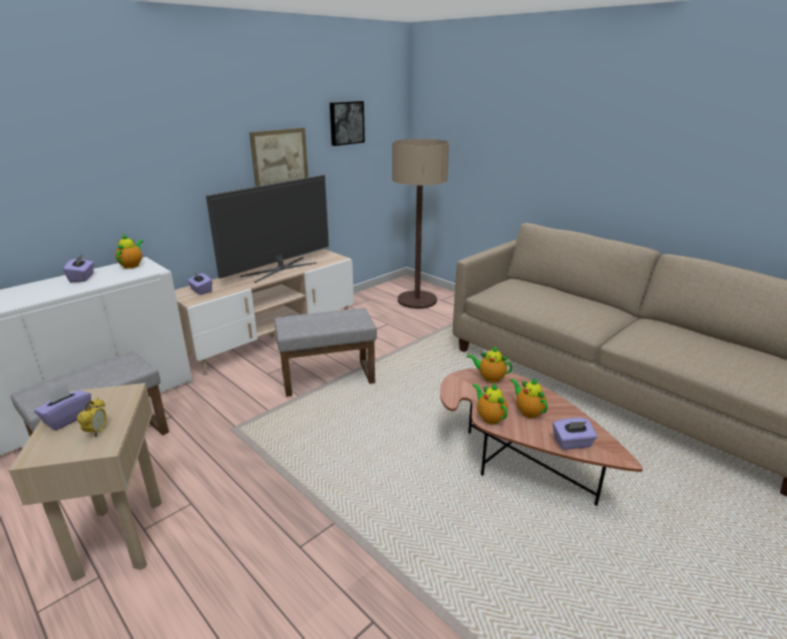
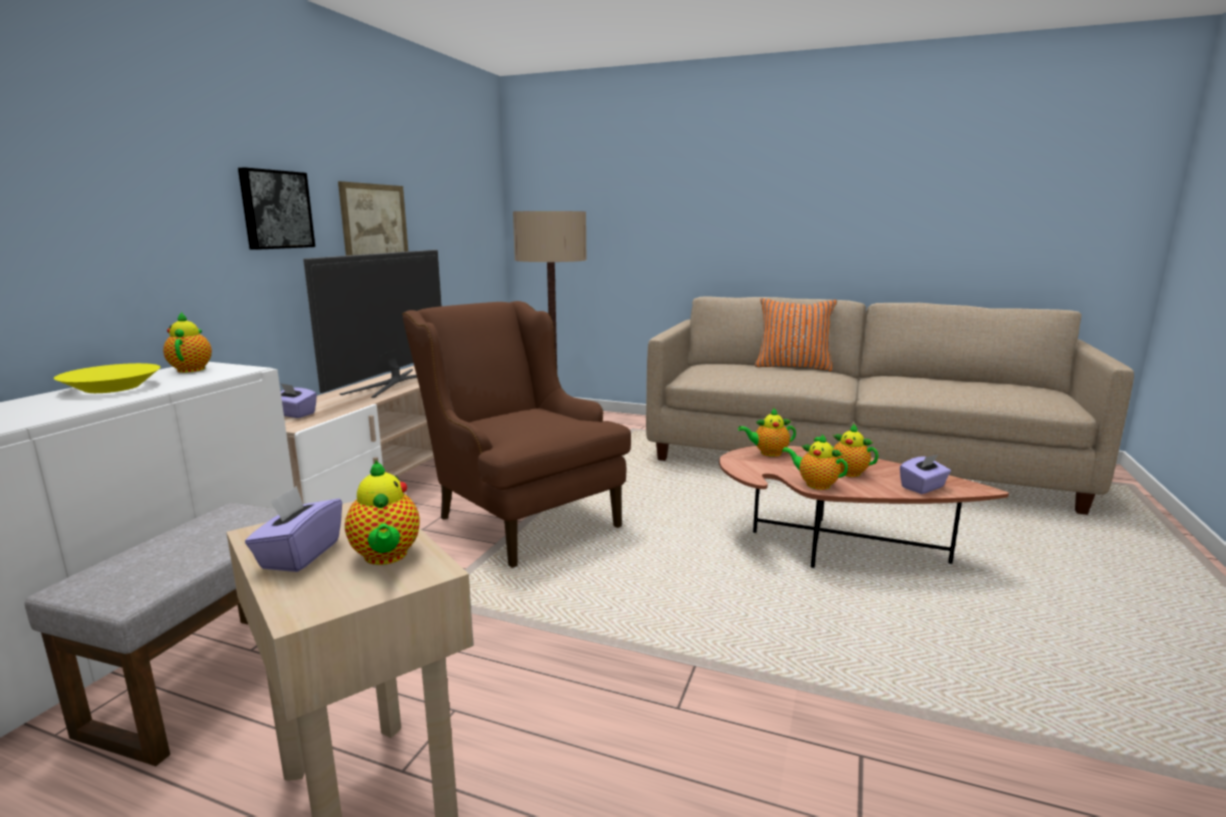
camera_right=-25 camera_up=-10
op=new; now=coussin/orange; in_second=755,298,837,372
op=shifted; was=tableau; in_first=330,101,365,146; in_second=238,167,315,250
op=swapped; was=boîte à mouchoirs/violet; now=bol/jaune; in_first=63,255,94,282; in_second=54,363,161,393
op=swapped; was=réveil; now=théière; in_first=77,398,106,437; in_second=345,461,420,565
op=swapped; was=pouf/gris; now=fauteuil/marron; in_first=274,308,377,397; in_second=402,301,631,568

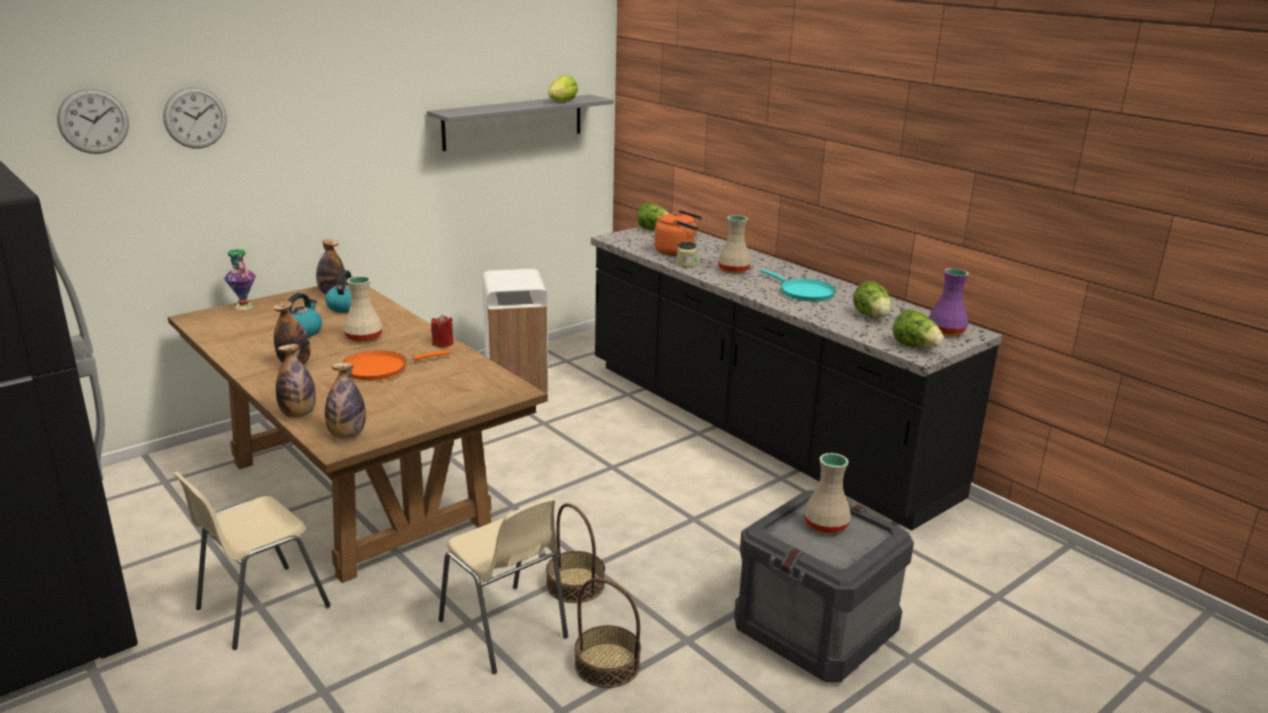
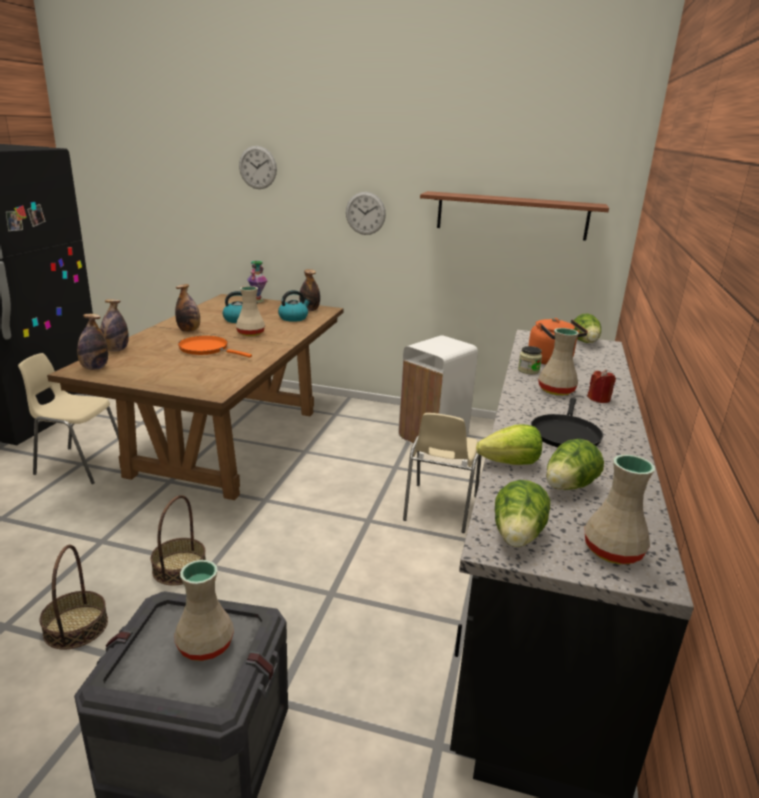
camera_right=55 camera_up=0
op=shifted; was=horloge murale; in_first=57,88,129,154; in_second=346,192,386,235
op=shifted; was=bougie/rouge; in_first=431,314,453,347; in_second=587,370,616,403
op=shifted; was=chaise/beige; in_first=438,498,568,674; in_second=403,413,481,533
op=shifted; was=laitue; in_first=548,75,578,102; in_second=476,425,542,465
op=repainted; was=étagère/gris; now=étagère/marron; in_first=427,95,614,151; in_second=420,191,609,241
op=repainted; was=poêle/turquoise; now=poêle/noir; in_first=761,269,836,302; in_second=531,398,603,447
op=repainted; was=vase/violet; now=vase/beige; in_first=928,268,969,336; in_second=585,454,655,564

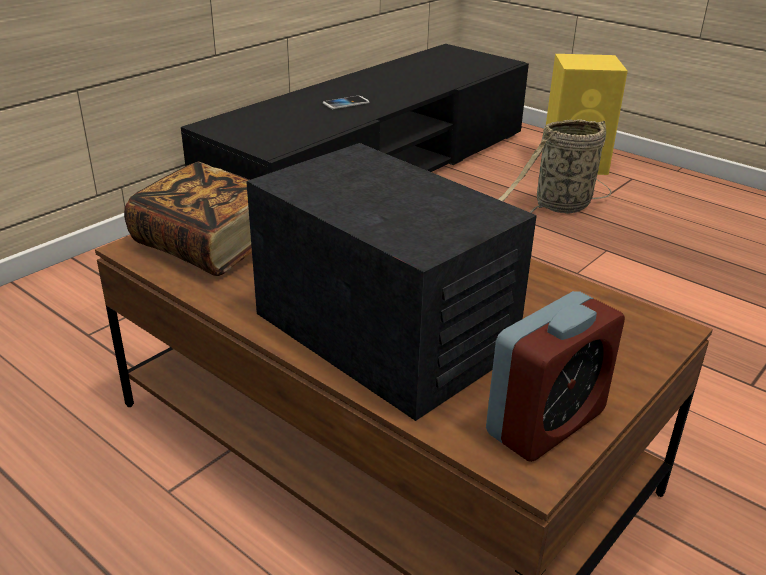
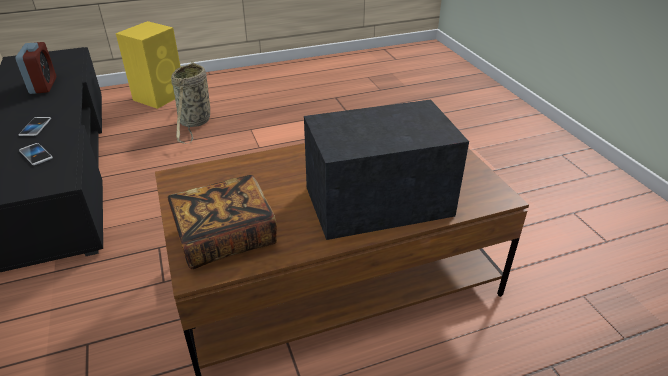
camera_right=-60 camera_up=5
op=new; now=téléphone; in_second=19,143,53,165
op=shifted; was=réveil; in_first=486,291,625,462; in_second=16,42,56,94

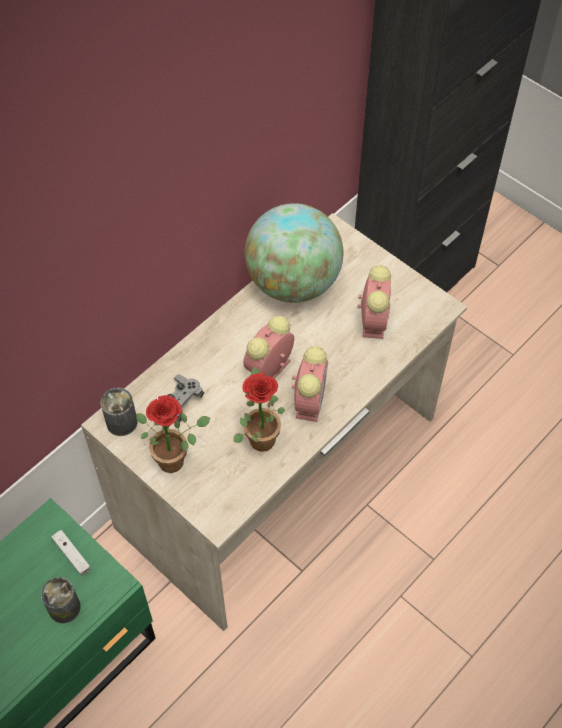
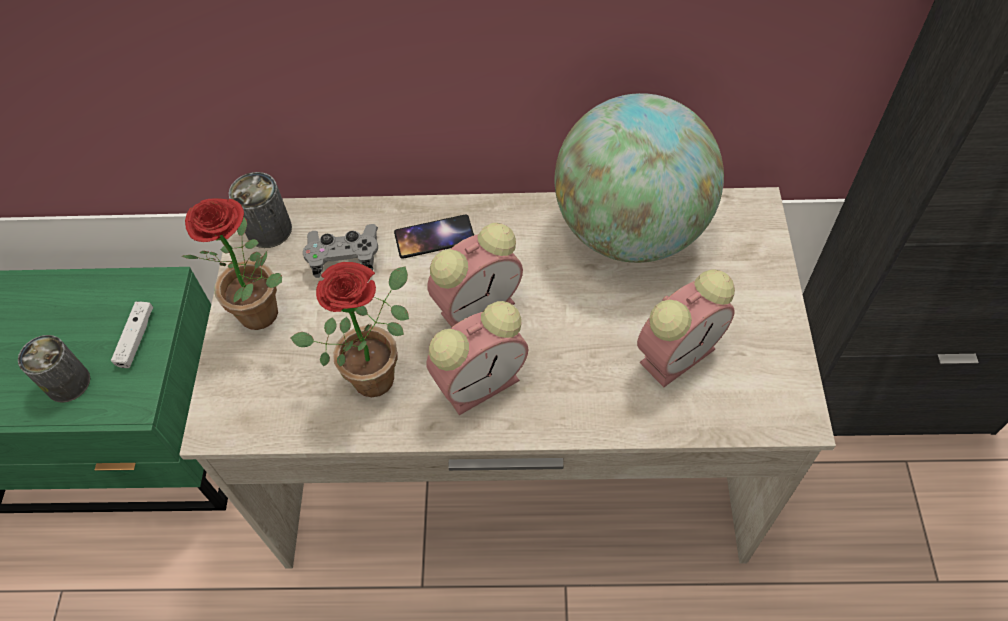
camera_right=50 camera_up=0
op=new; now=téléphone; in_second=394,214,474,259
op=rotated; was=réveil; in_first=243,316,294,379; in_second=427,223,523,327; clockwise=150

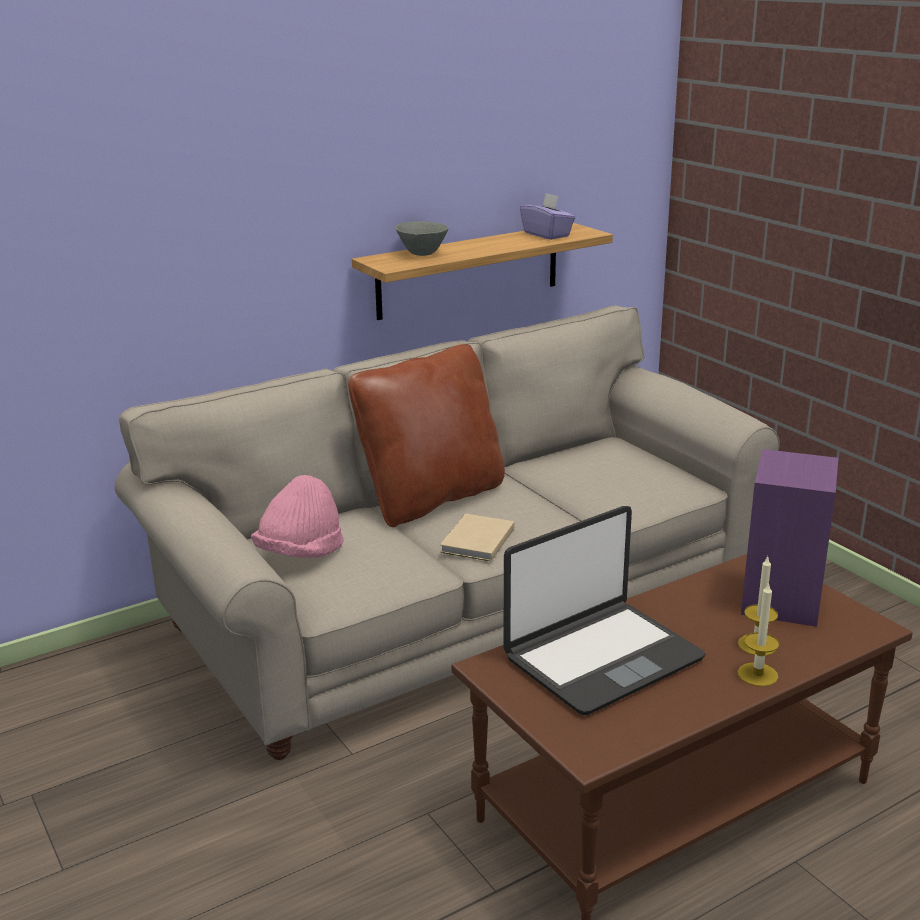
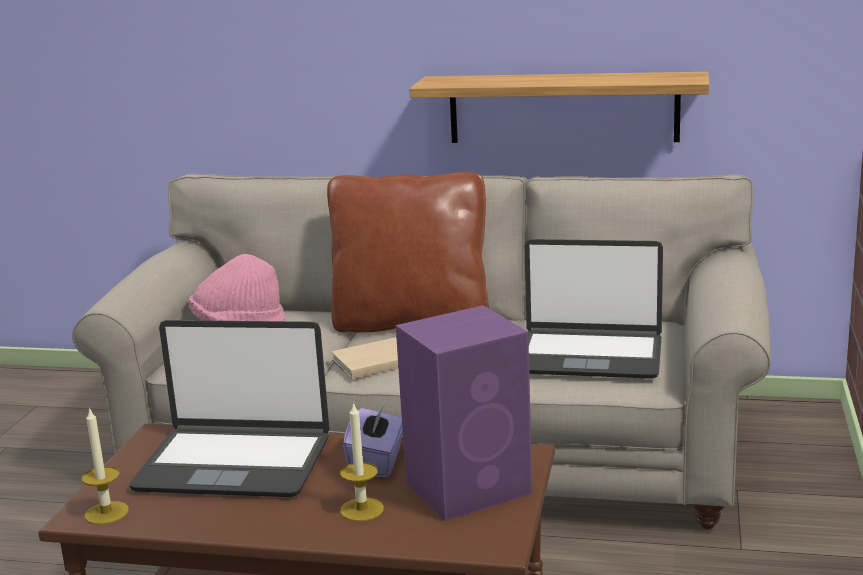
camera_right=45 camera_up=-5
op=gone; was=bol/gris; in_first=395,221,449,256
op=new; now=ordinateur portable; in_second=525,239,663,379
op=shifted; was=boîte à mouchoirs/violet; in_first=520,193,575,240; in_second=343,401,403,477
op=shifted; was=bougie; in_first=738,582,779,687; in_second=82,407,129,525

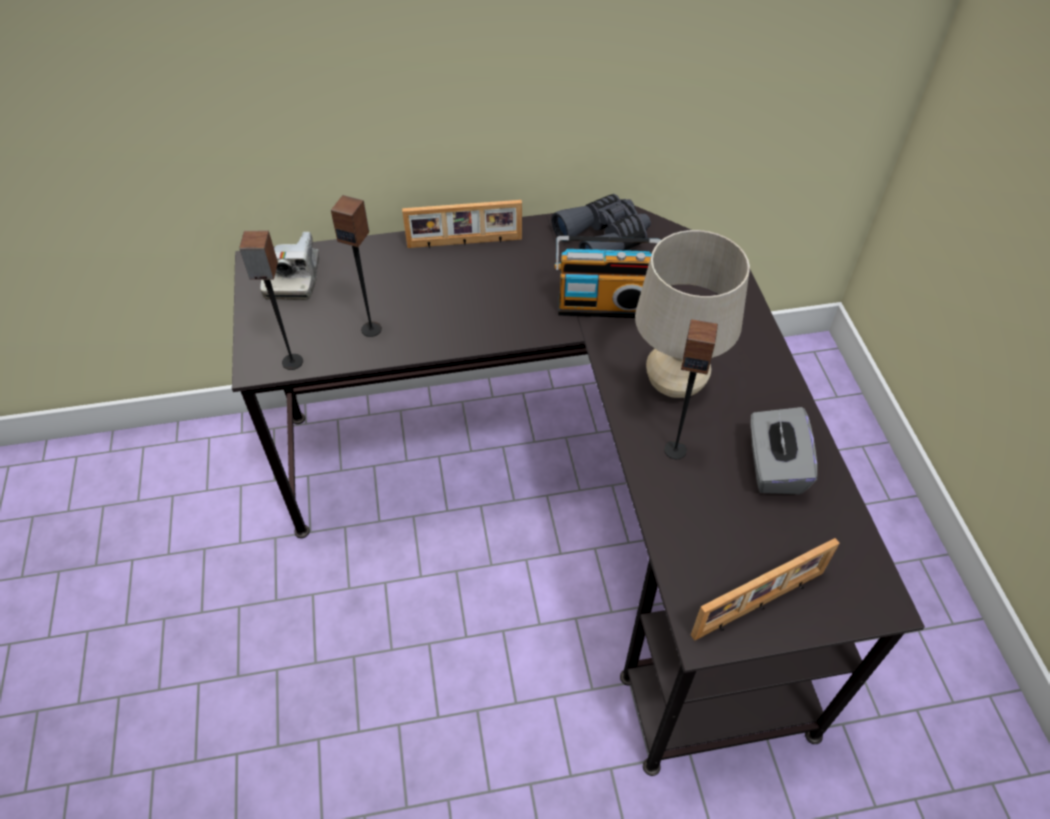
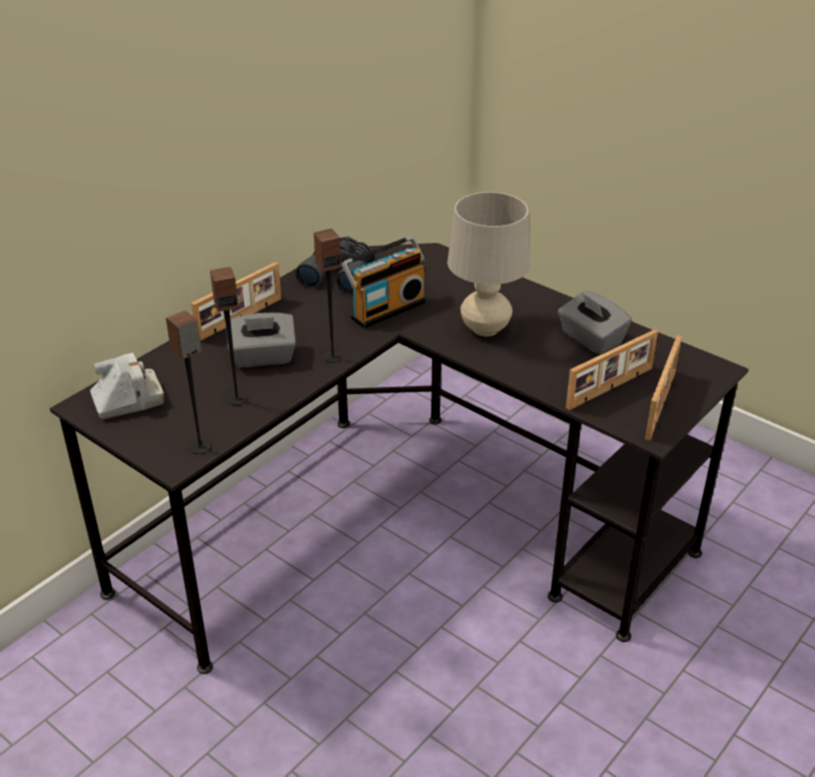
camera_right=-40 camera_up=-15
op=new; now=boîte à mouchoirs/gris; in_second=226,313,296,367
op=new; now=cadre photo; in_second=566,329,658,410
op=shifted; was=enceinte; in_first=664,319,718,459; in_second=314,229,342,363
op=rotated; was=appareil photo; in_first=260,232,319,300; in_second=90,353,164,419; clockwise=-75

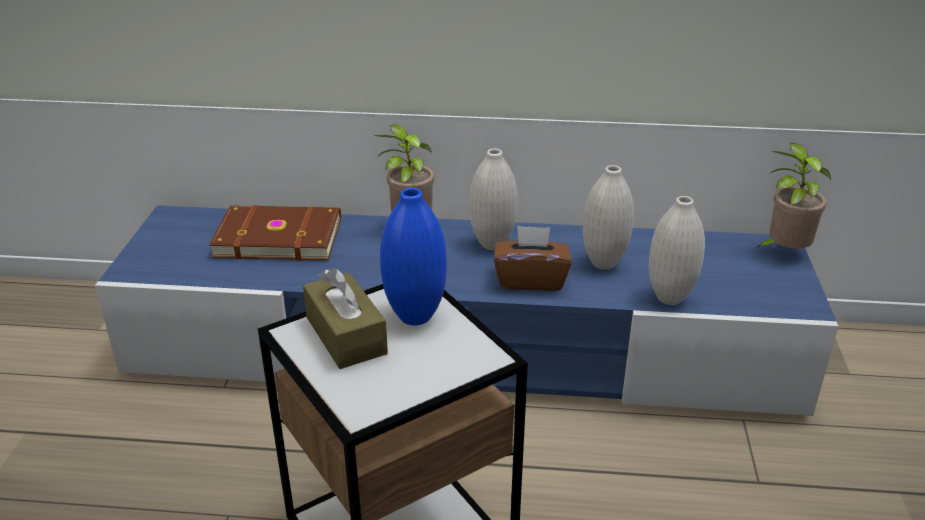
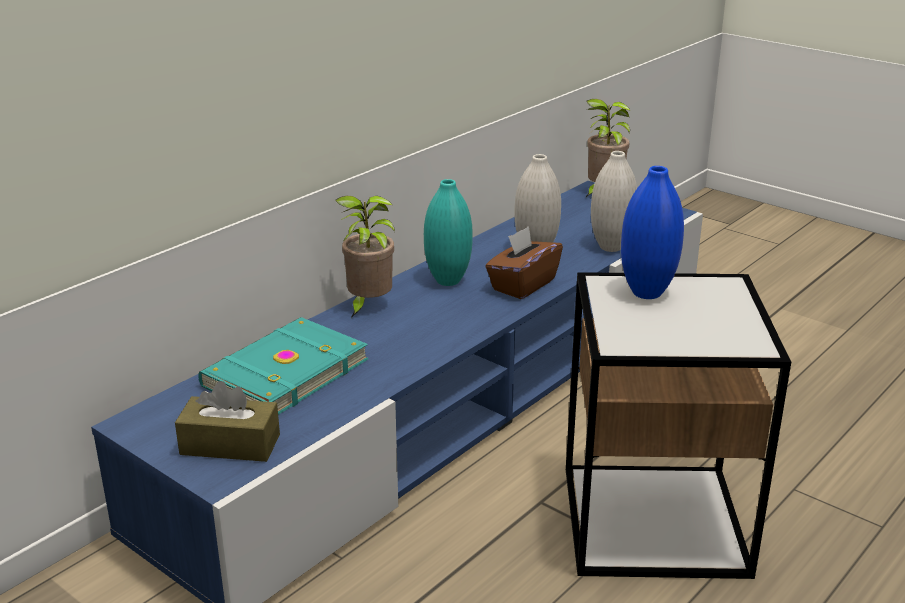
camera_right=-55 camera_up=-5
op=shifted; was=boîte à mouchoirs/marron; in_first=303,268,388,369; in_second=175,381,280,462
op=repainted; was=livre/marron; now=livre/turquoise; in_first=209,205,341,261; in_second=198,317,368,415
op=repainted; was=vase/blanc; now=vase/turquoise; in_first=469,148,518,250; in_second=424,179,473,286

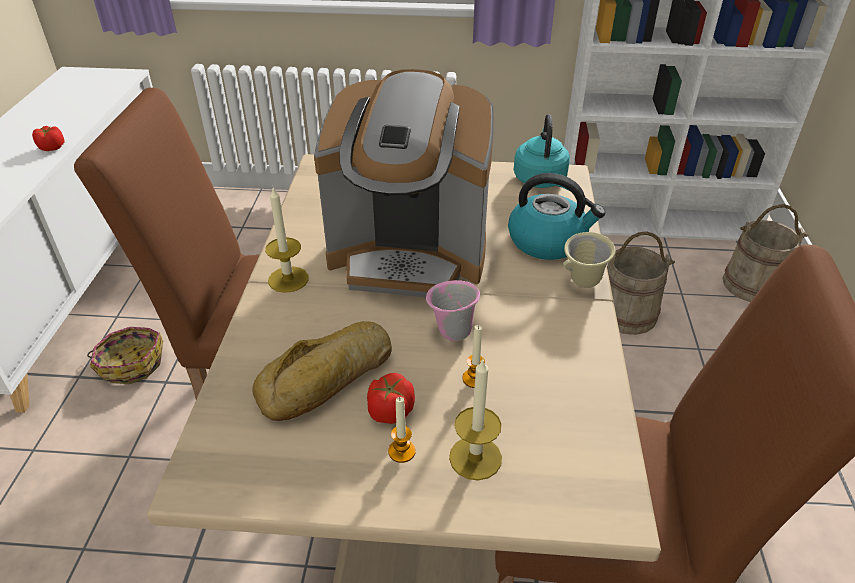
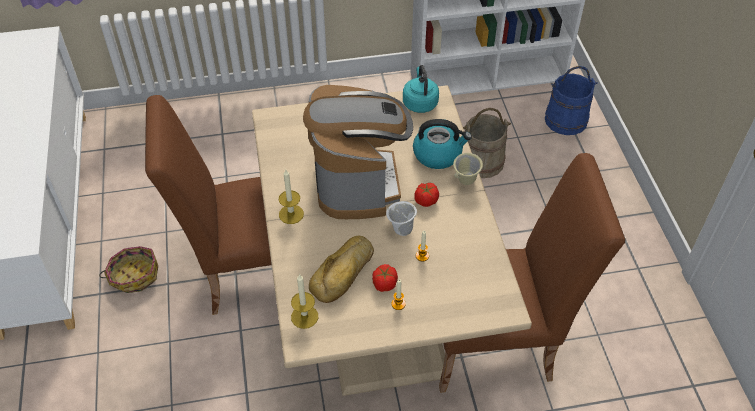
camera_right=-15 camera_up=10
op=shifted; was=tomate; in_first=32,126,64,151; in_second=414,183,439,207
op=shifted; was=bougie; in_first=449,358,502,480; in_second=291,274,318,329
op=repainted; was=mug/rose; now=mug/blanc; in_first=426,280,480,341; in_second=386,201,417,236
op=repainted; was=seau/beige; now=seau/bleu; in_first=722,204,809,302; in_second=545,66,598,135
op=rotated; was=machine à café; in_first=314,69,494,297; in_second=303,85,413,219; clockwise=-90

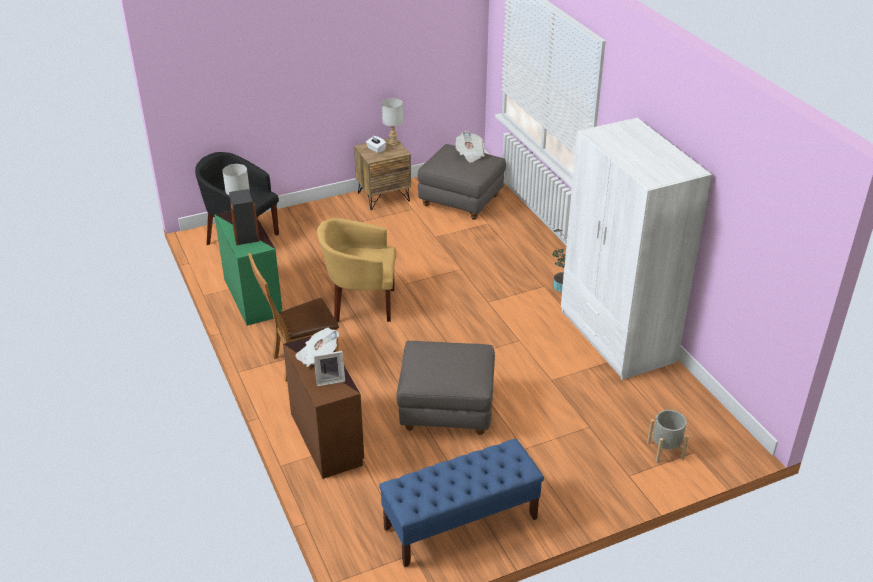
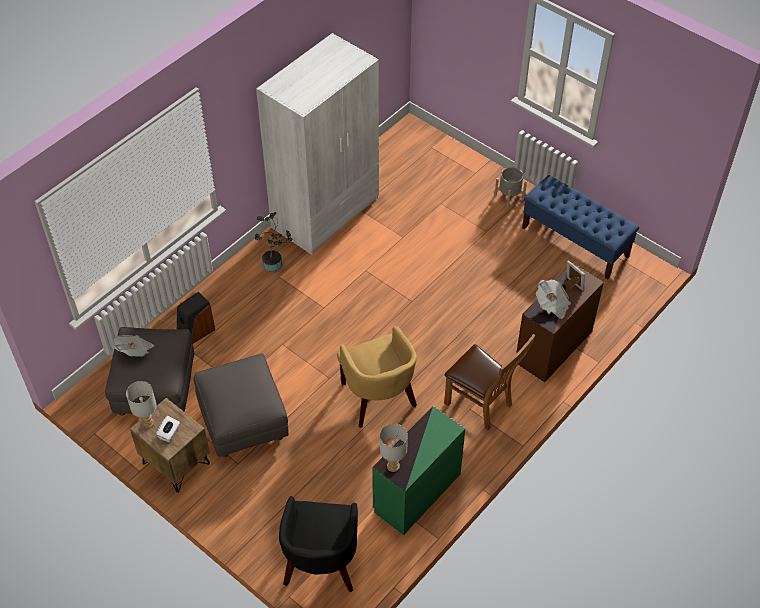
camera_right=-115 camera_up=15
op=shifted; was=enceinte; in_first=229,189,260,245; in_second=177,292,215,344
op=shifted; was=pouf/gris; in_first=396,341,495,435; in_second=194,353,289,457
op=shifted; was=cache-pot/gris; in_first=647,410,689,463; in_second=494,167,527,208

